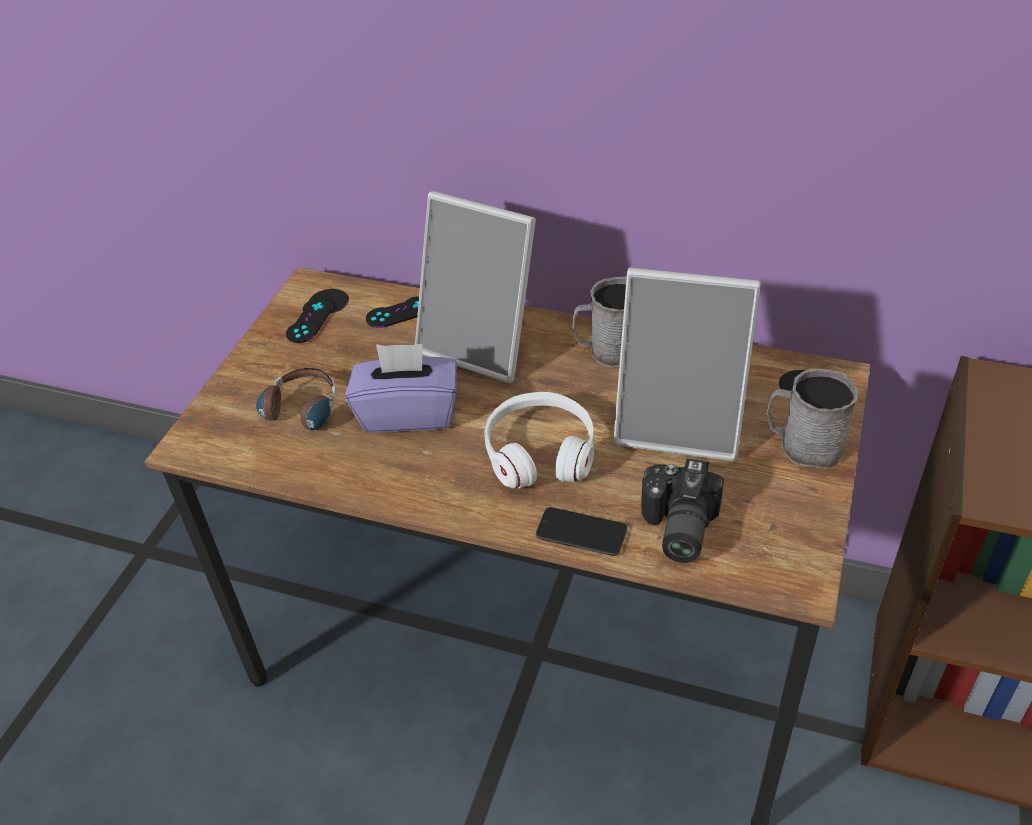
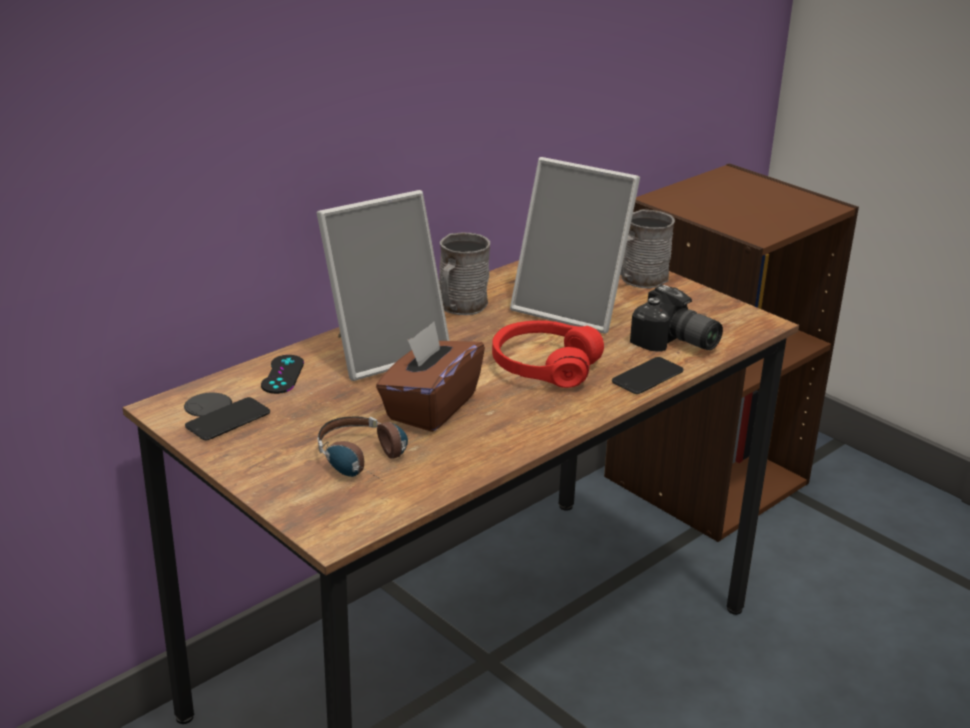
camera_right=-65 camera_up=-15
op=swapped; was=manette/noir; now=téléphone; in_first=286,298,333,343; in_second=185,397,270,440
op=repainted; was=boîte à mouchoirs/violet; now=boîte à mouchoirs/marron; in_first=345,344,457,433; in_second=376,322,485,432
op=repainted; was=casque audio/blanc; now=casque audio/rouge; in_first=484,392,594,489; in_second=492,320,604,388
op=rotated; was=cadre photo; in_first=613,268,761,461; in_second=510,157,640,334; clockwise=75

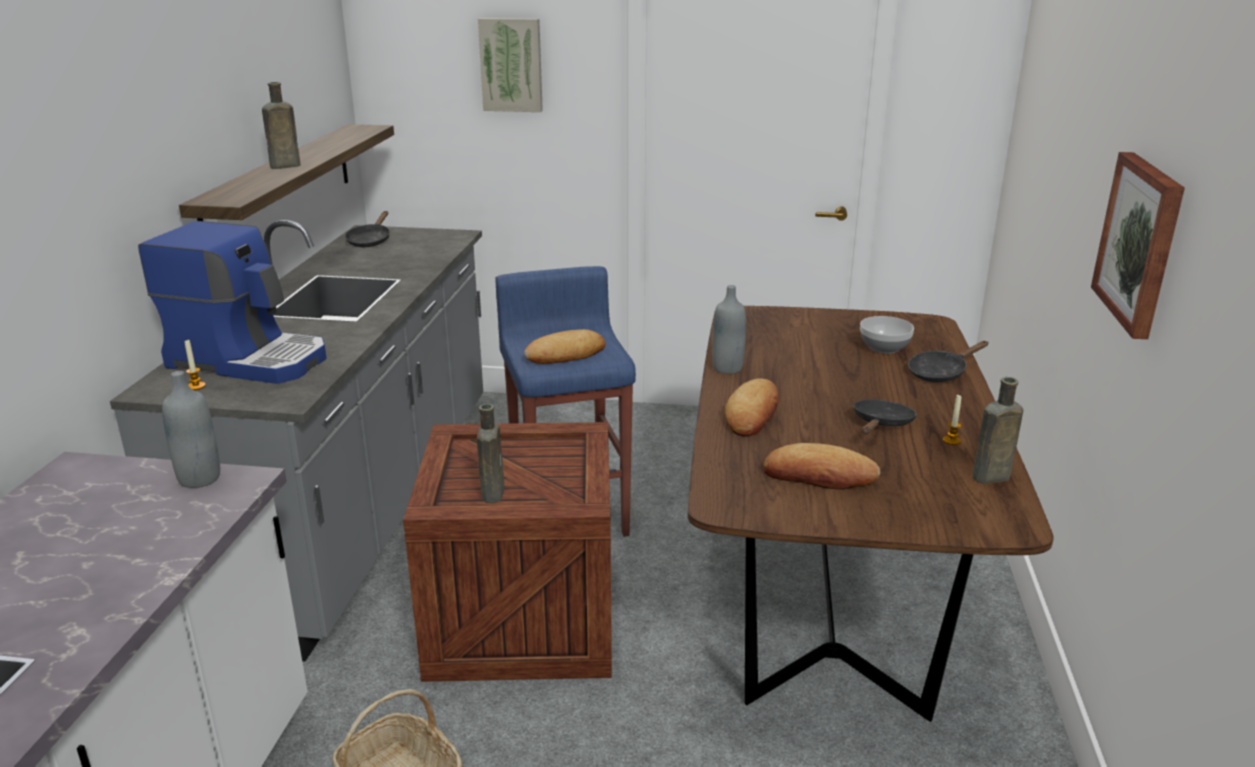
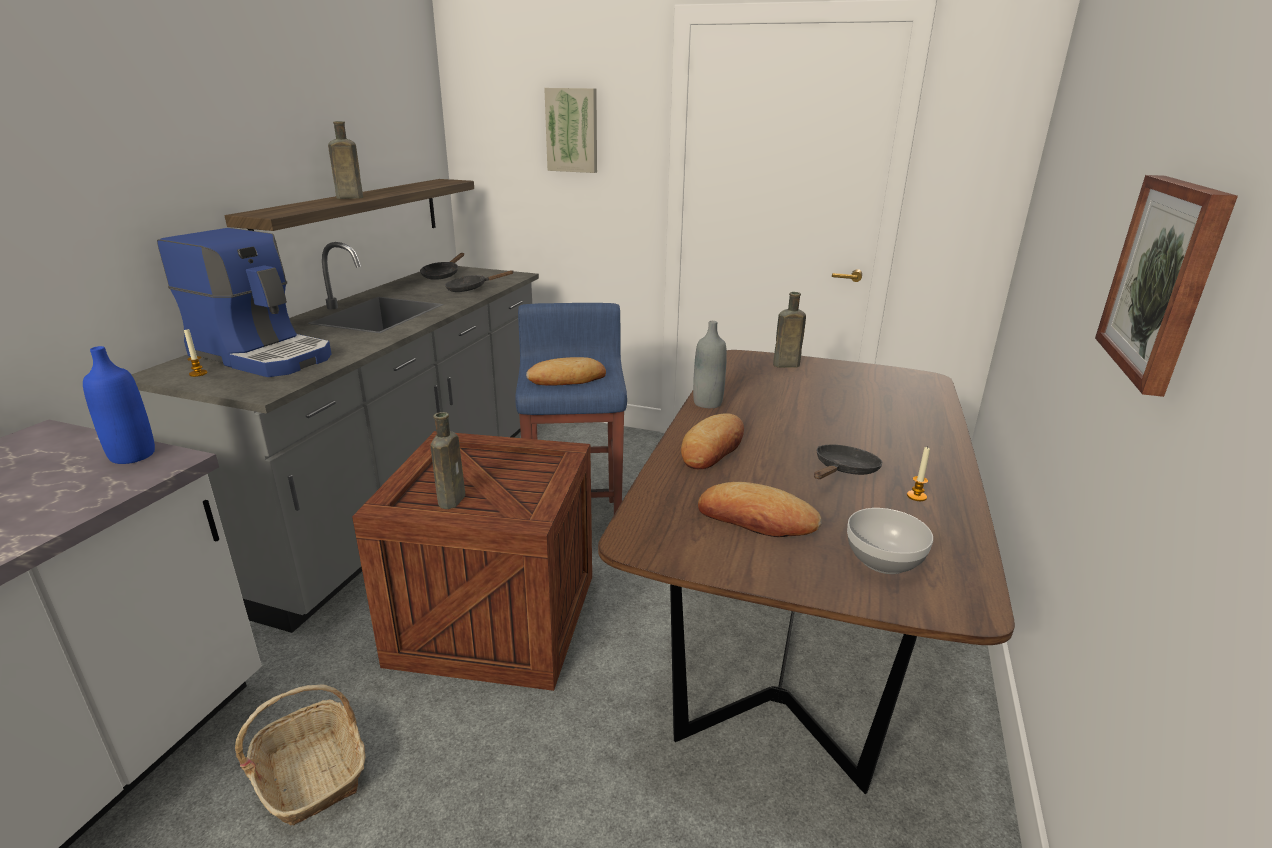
camera_right=10 camera_up=0
op=shifted; was=bol; in_first=860,316,914,354; in_second=847,508,933,574
op=shifted; was=poêle/noir; in_first=908,341,989,382; in_second=445,270,514,292
op=shifted; was=bouteille/marron; in_first=972,377,1023,484; in_second=773,292,806,368
op=repainted; was=bouteille/gris; now=bouteille/bleu; in_first=162,371,220,488; in_second=83,346,155,464

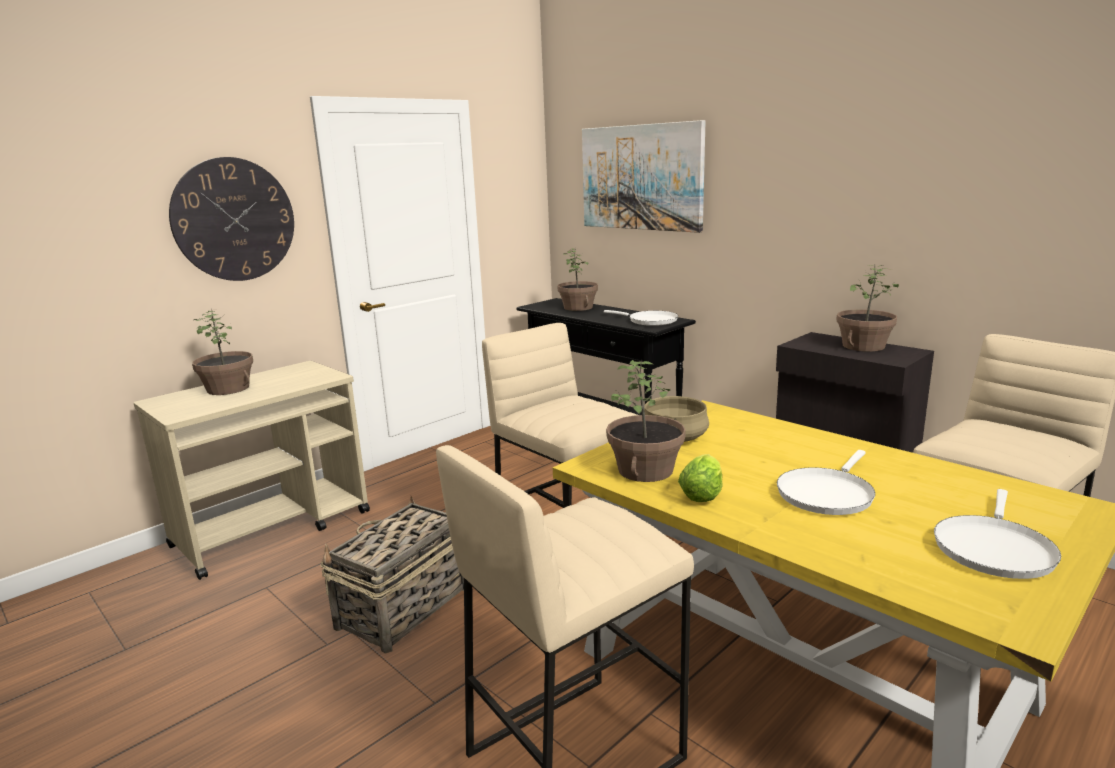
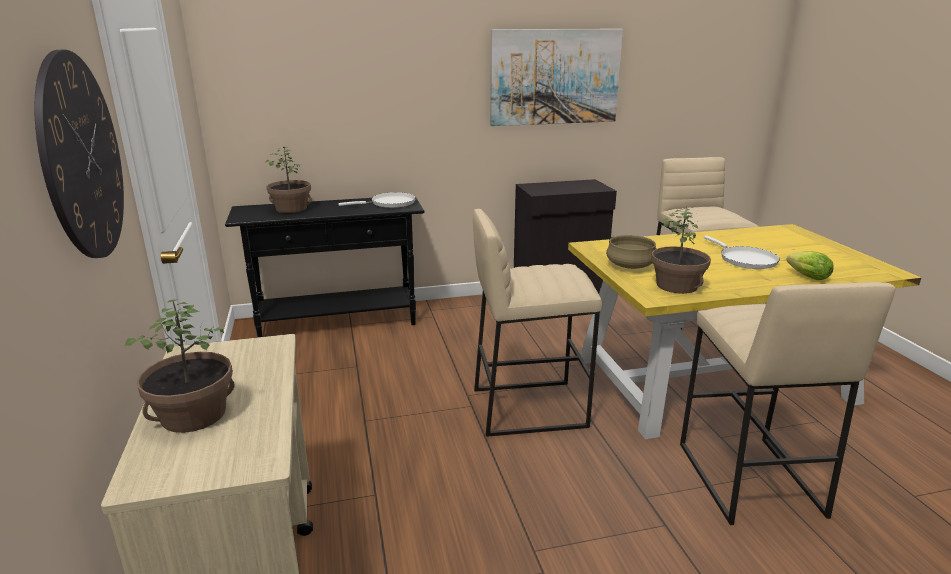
camera_right=-60 camera_up=5
op=gone; was=panier; in_first=321,496,464,654
op=gone; was=plante en pot; in_first=836,265,899,352
op=gone; was=poêle/blanc; in_first=934,489,1061,579
op=shifted; was=tableau; in_first=582,120,706,233; in_second=490,29,623,126
op=shifted; was=laitue; in_first=678,454,723,502; in_second=786,251,834,280

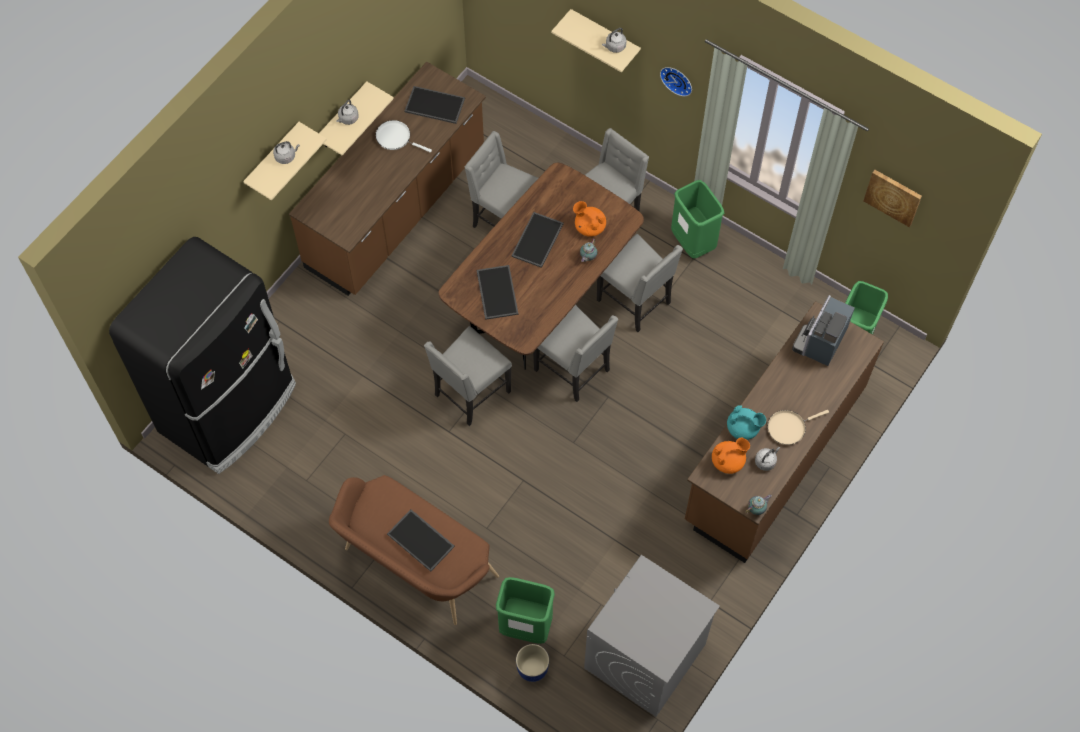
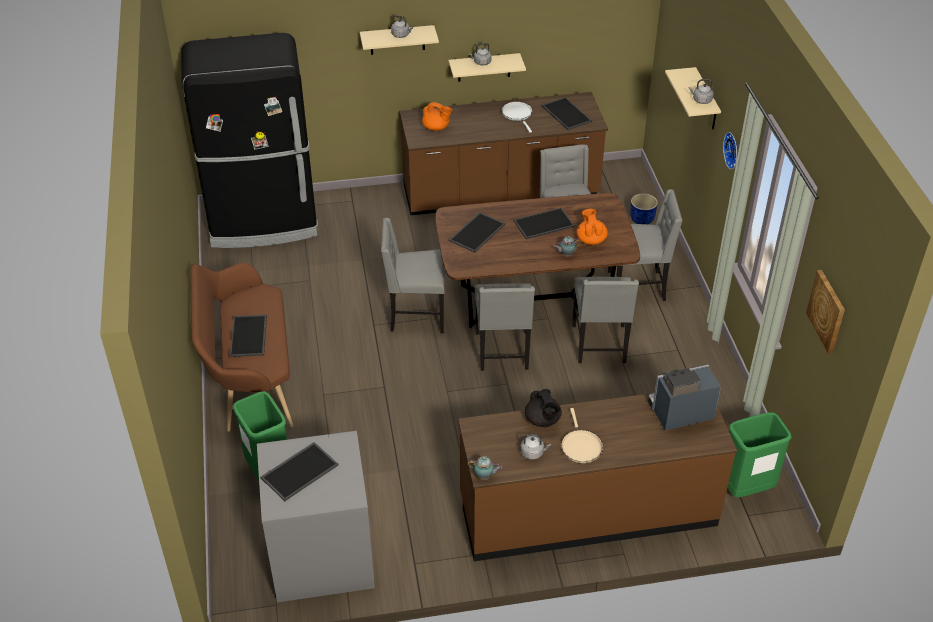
camera_right=45 camera_up=-20
op=gone; was=poubelle/vert; in_first=671,180,724,258
op=new; now=plateau; in_second=261,442,338,501
op=shifted; was=cache-pot/bleu; in_first=516,644,549,682; in_second=630,193,658,224
op=shifted; was=théière/orange; in_first=712,438,750,474; in_second=422,102,452,131
op=repainted; was=théière/turquoise; now=théière/noir; in_first=727,405,766,440; in_second=525,389,562,427
op=rotated; was=poêle/beige; in_first=768,410,829,445; in_second=561,408,603,463; clockwise=-120

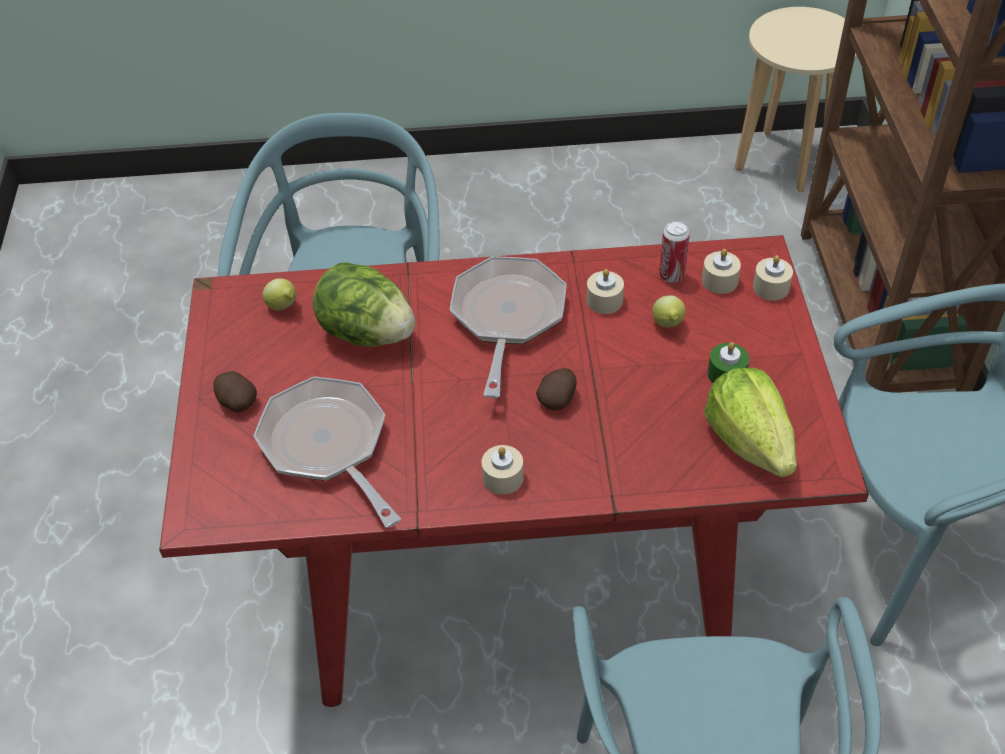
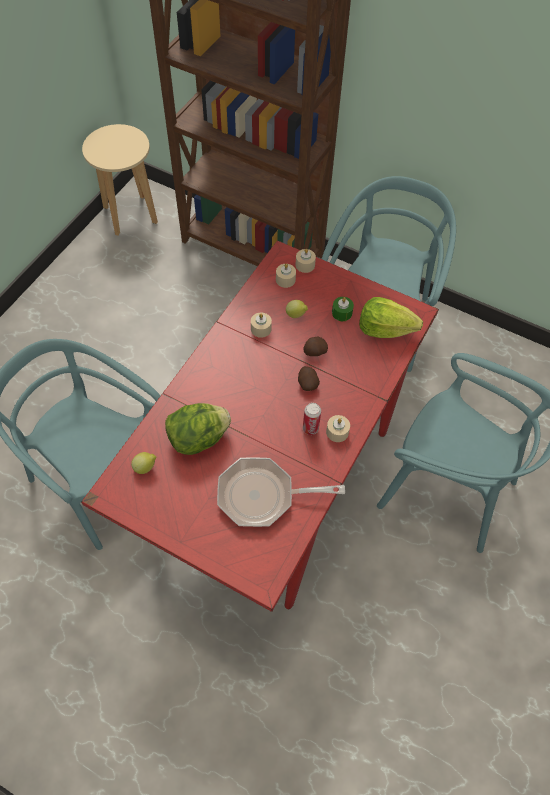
camera_right=-60 camera_up=10
op=gone; was=poêle; in_first=450,256,566,398
op=shifted; was=pomme de terre; in_first=213,371,257,412; in_second=303,337,328,356
op=shifted; was=boîte métallique; in_first=659,220,690,283; in_second=303,403,321,435

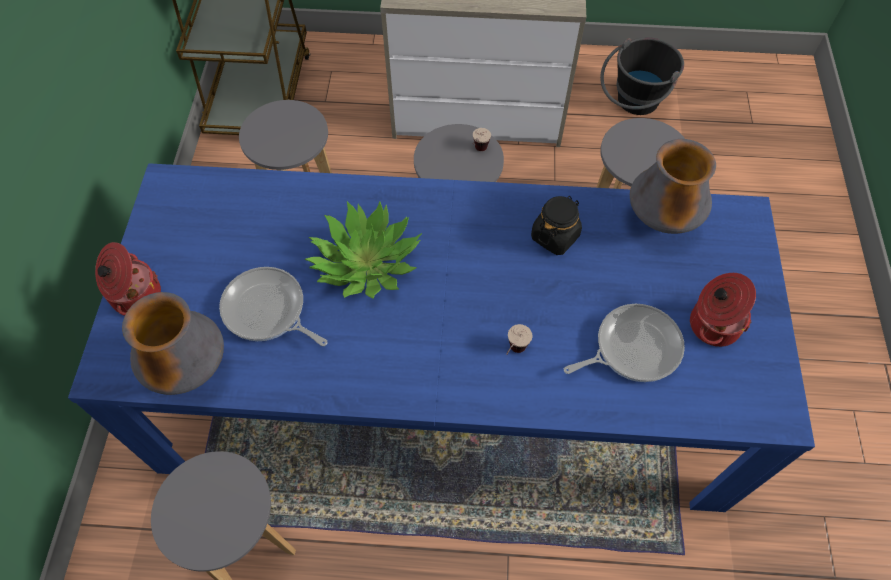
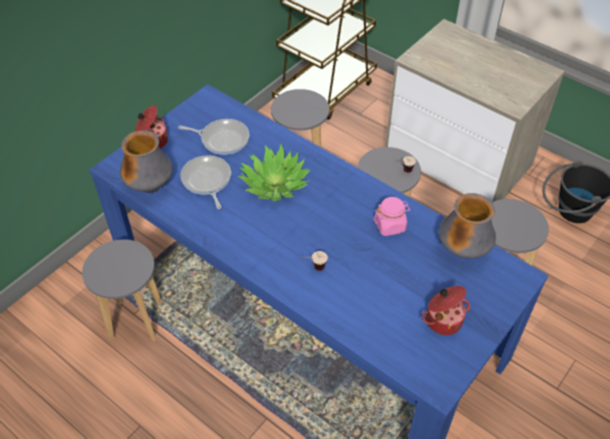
camera_right=35 camera_up=-10
op=shifted; was=poêle; in_first=564,304,685,382; in_second=178,119,249,155
op=repainted; was=bocal/noir; now=bocal/rose; in_first=531,196,582,255; in_second=374,197,410,236

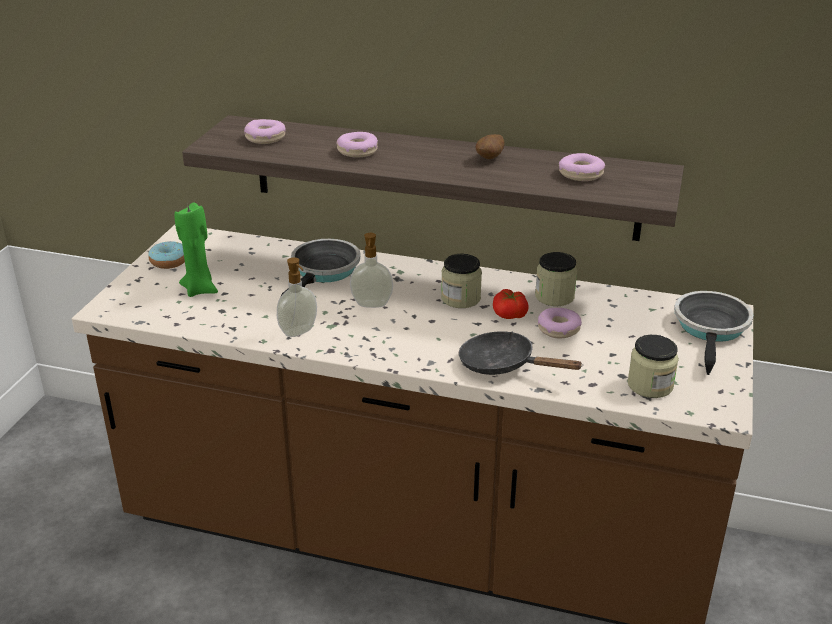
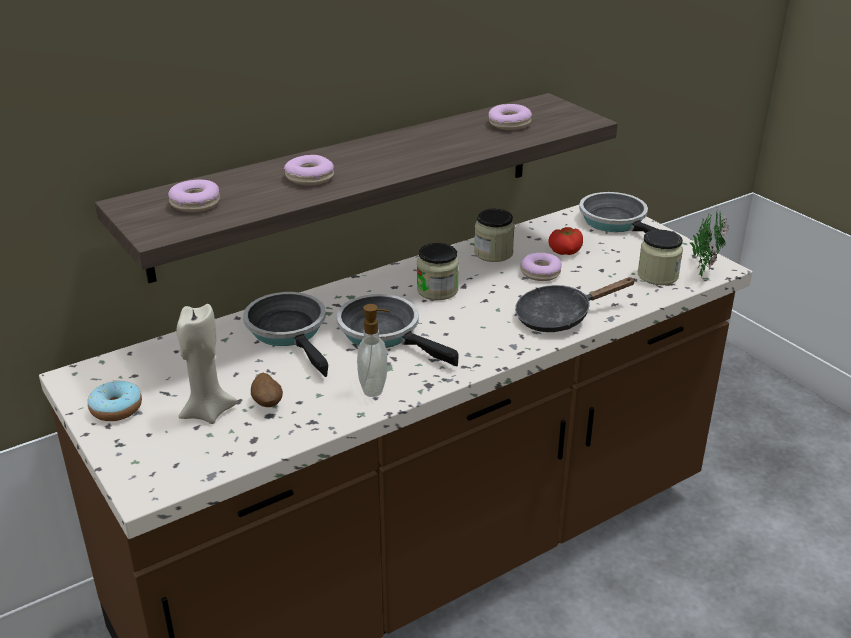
camera_right=-50 camera_up=0
op=new; now=plante en pot; in_second=690,206,729,277
op=shifted; was=pomme de terre; in_first=476,134,505,159; in_second=251,373,283,407
op=shifted; was=tomate; in_first=493,289,529,319; in_second=548,227,583,255
op=swapped; was=distributeur de savon; now=poêle; in_first=350,233,393,308; in_second=337,294,459,366
op=repainted; was=bougie/vert; now=bougie/beige; in_first=175,202,218,297; in_second=177,304,238,424

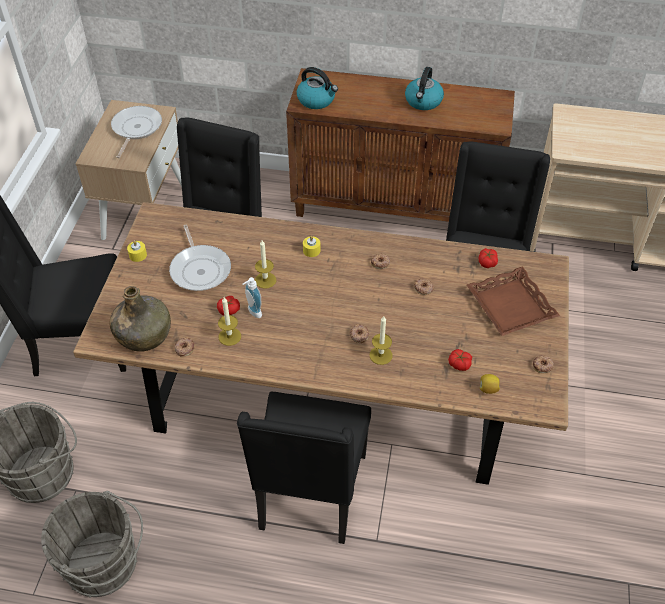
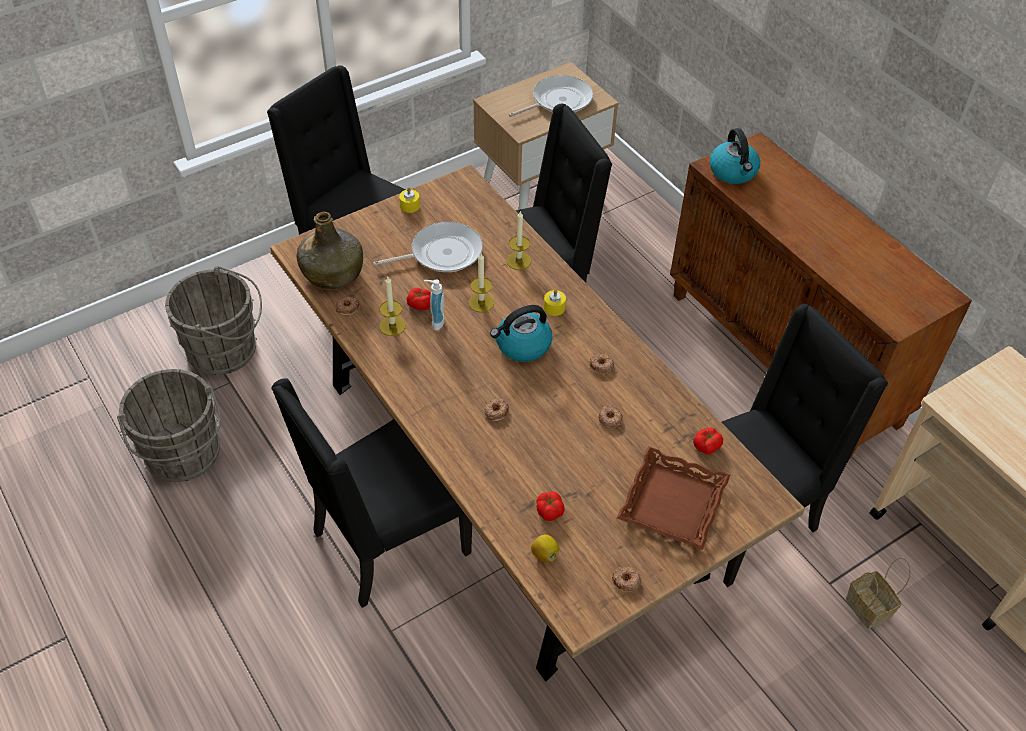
camera_right=45 camera_up=0
op=new; now=panier; in_second=846,557,911,629
op=shifted; was=bougie; in_first=369,316,393,365; in_second=506,210,531,270
op=shifted; was=bouilloire; in_first=405,67,444,110; in_second=490,305,553,362
op=rotated; was=poêle; in_first=169,225,231,291; in_second=373,222,483,272; clockwise=-135

